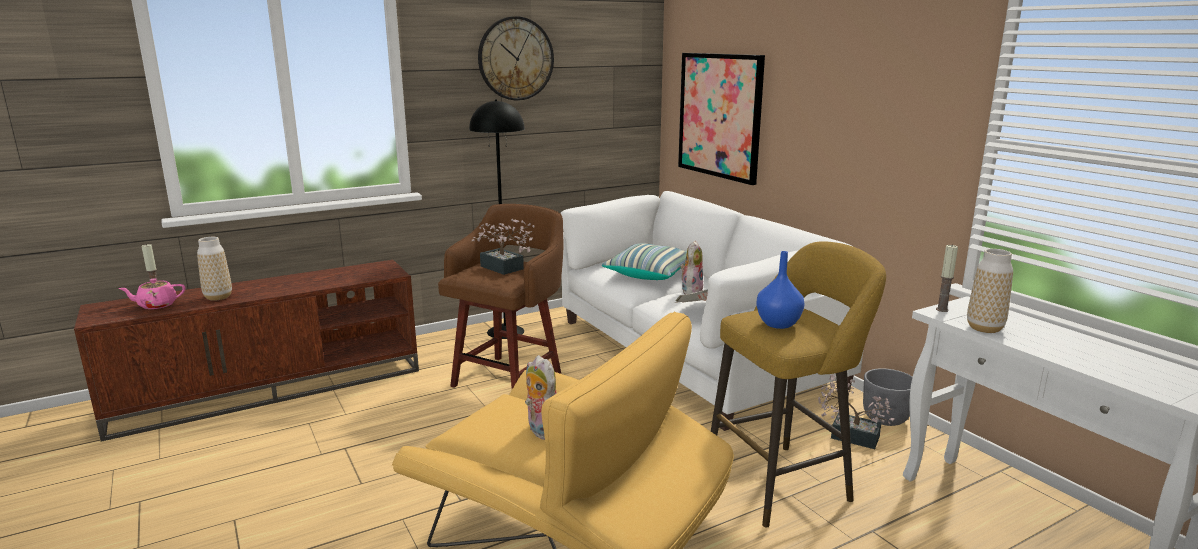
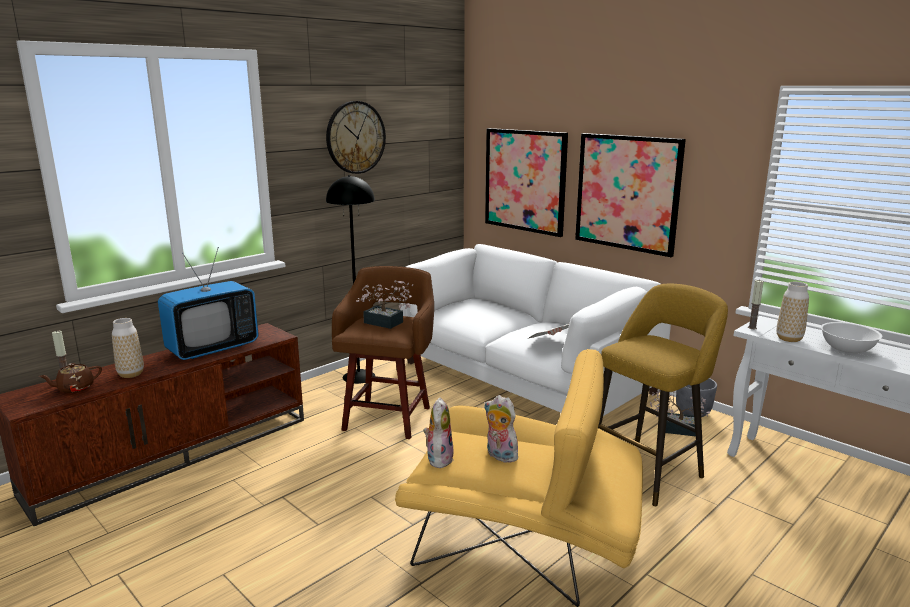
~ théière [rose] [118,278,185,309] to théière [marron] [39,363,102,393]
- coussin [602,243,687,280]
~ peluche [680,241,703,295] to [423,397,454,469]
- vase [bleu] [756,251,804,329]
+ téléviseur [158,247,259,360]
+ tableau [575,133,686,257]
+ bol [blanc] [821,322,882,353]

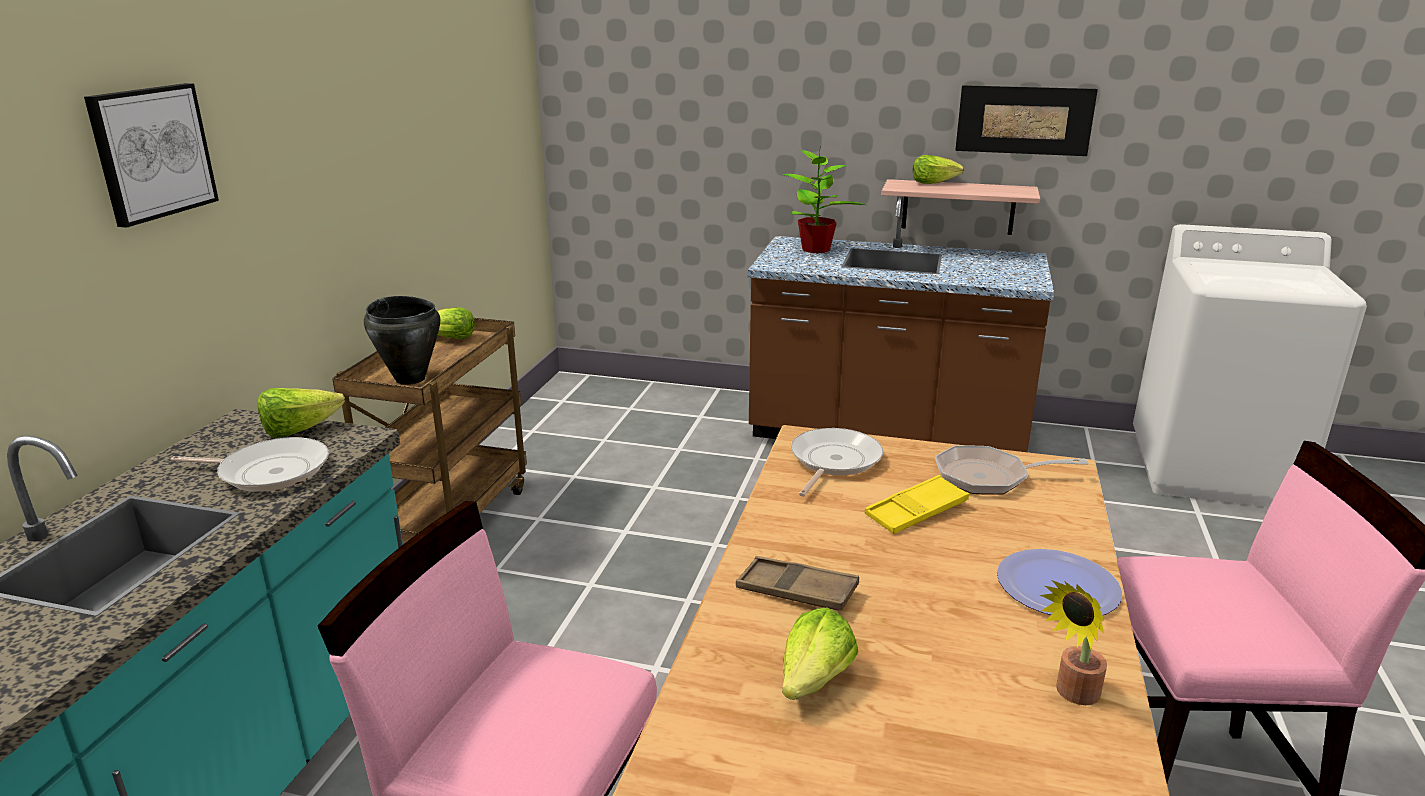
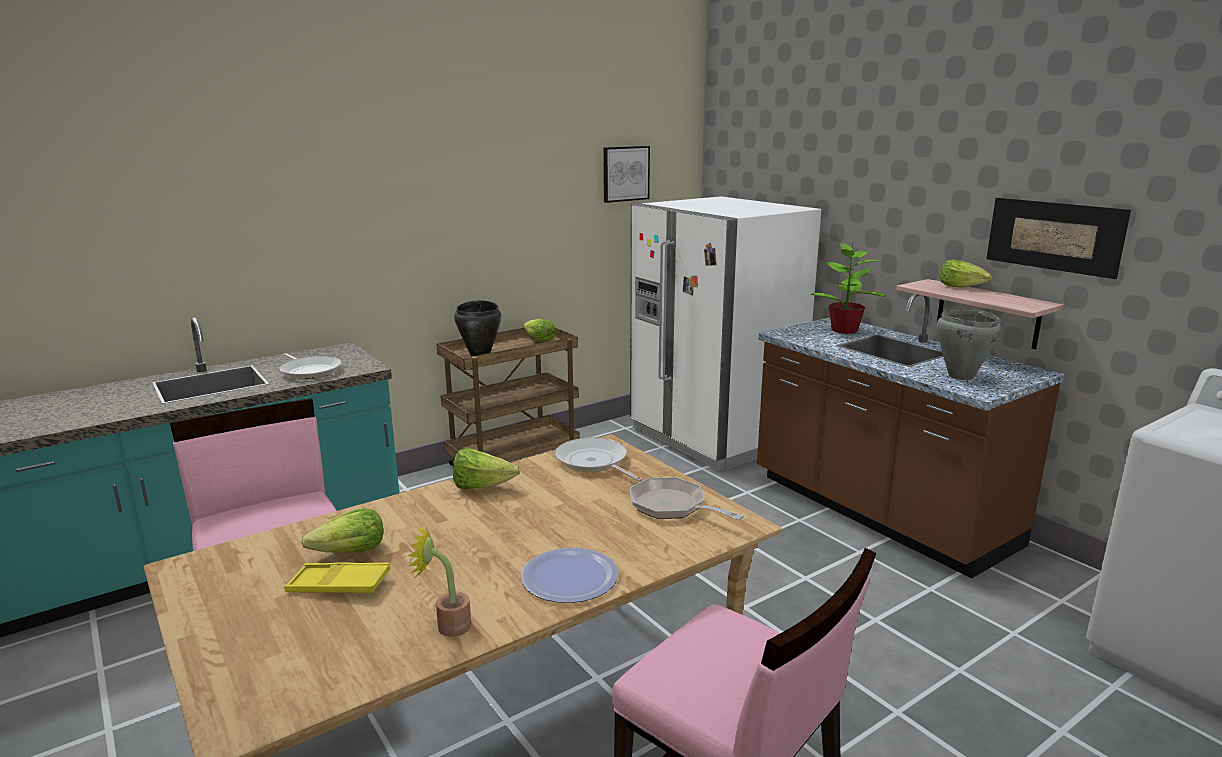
~ tableau [84,83,219,228] to [603,146,650,203]
~ laitue [257,388,345,438] to [453,448,520,489]
- plateau [marron] [736,556,859,611]
~ poêle [791,428,883,497] = [555,437,643,482] 105 degrees counterclockwise
~ plateau [jaune] [865,475,969,534] to [284,562,390,593]
+ réfrigérateur [blanc] [630,196,821,471]
+ marmite [gris] [937,310,1001,380]

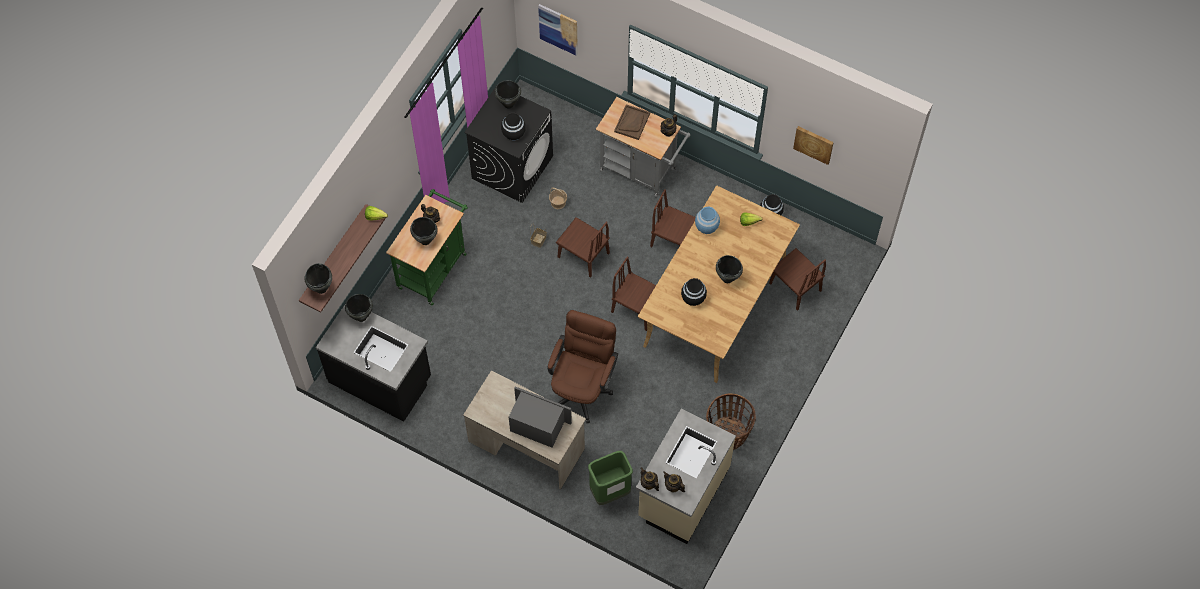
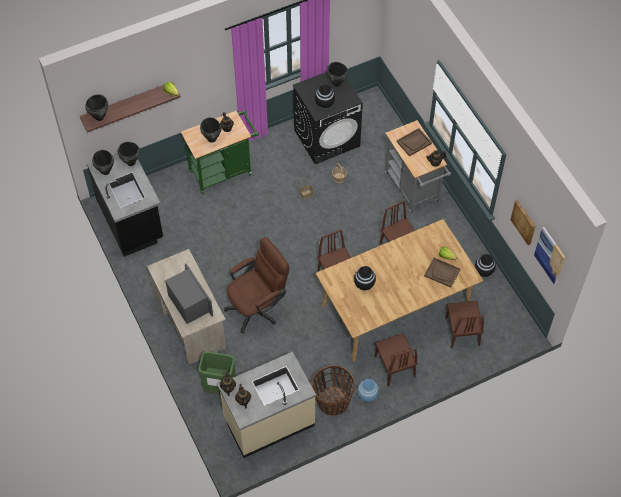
~ tableau [538,4,578,56] to [534,227,565,285]
~ chaise [marron] [556,217,610,278] to [375,333,418,386]
~ vase [bleu] [695,207,720,234] to [357,379,379,402]
~ marmite [noir] [716,255,743,283] to [92,150,114,175]
+ plateau [marron] [424,257,460,288]

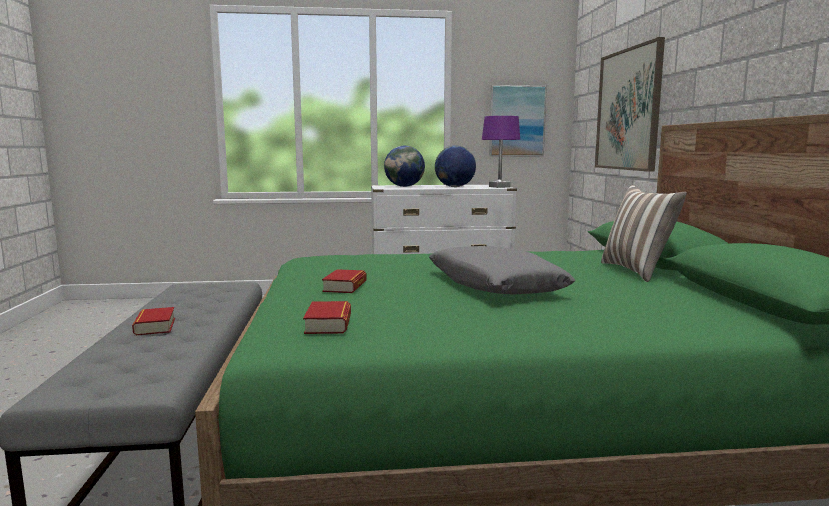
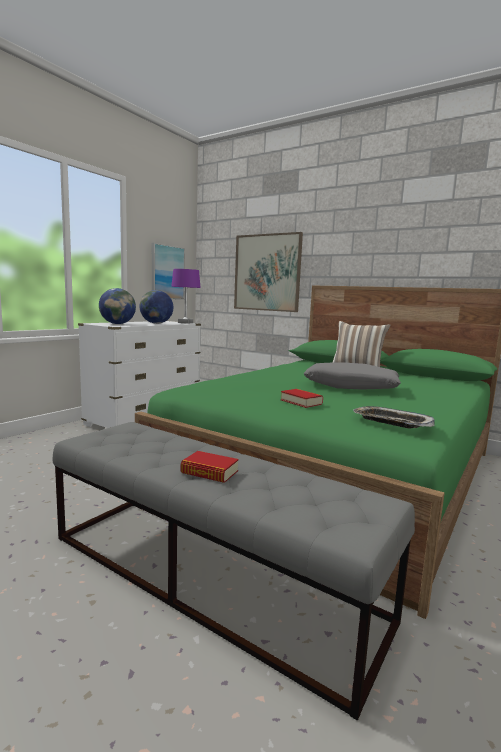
~ livre [303,301,351,334] to plateau [353,406,435,428]

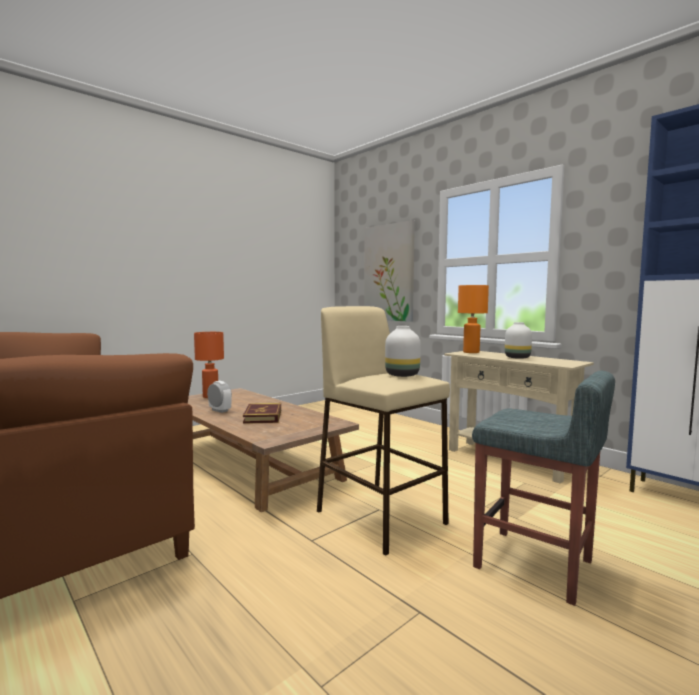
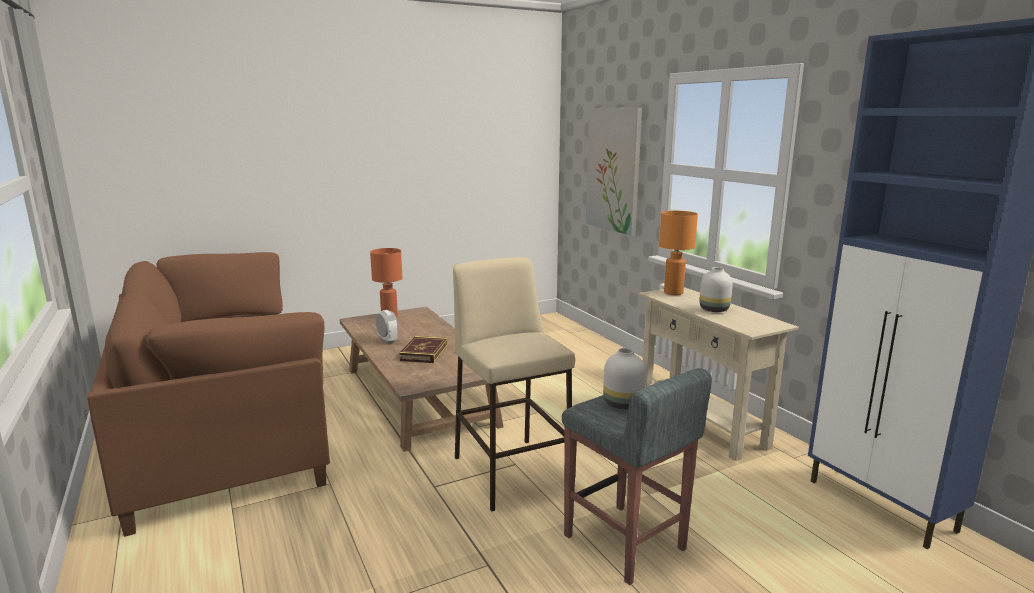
~ vase [blanc] [385,326,421,377] to [603,348,646,409]

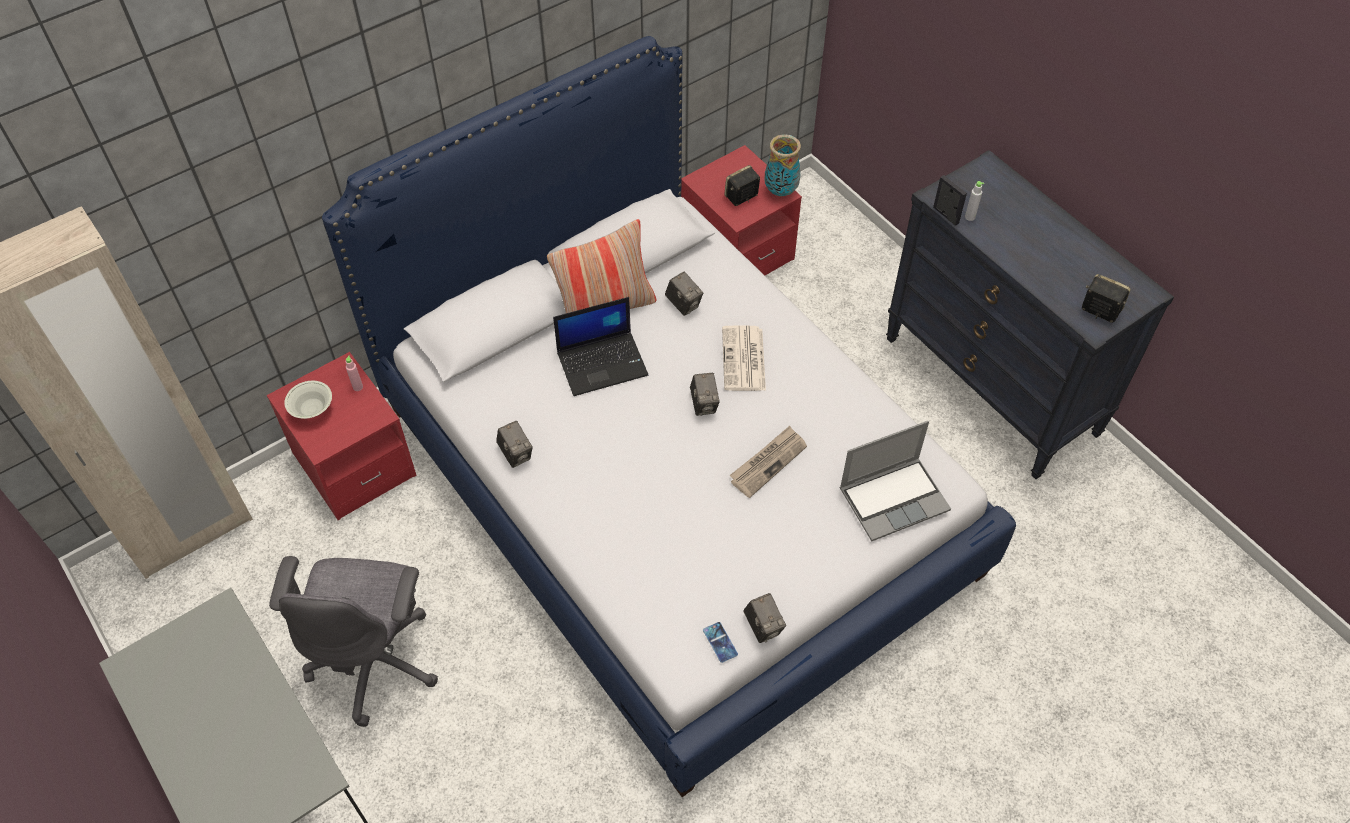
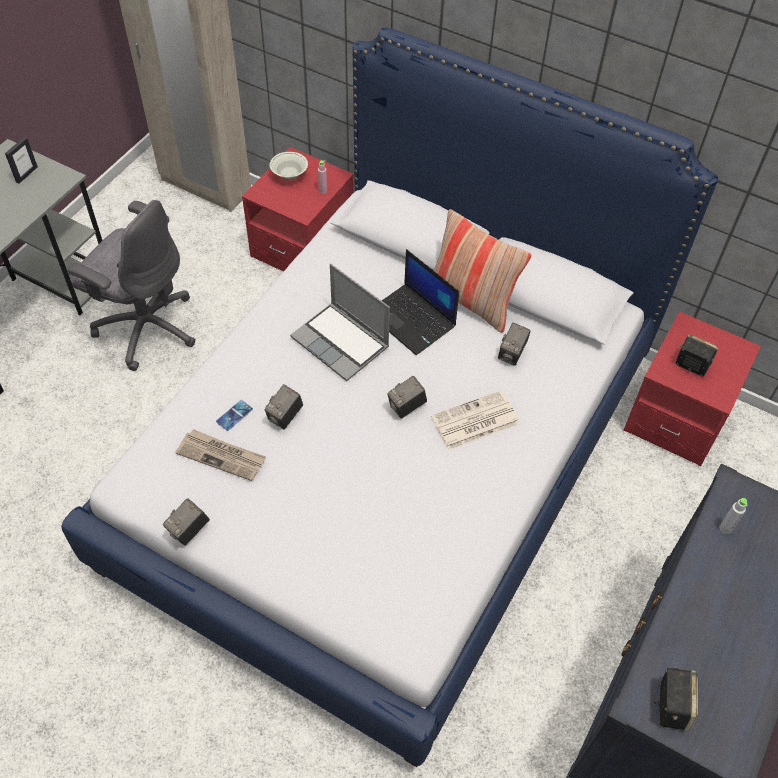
~ chaise de bureau [gris] [269,556,438,727] = [68,200,196,371] 135 degrees counterclockwise
~ appareil photo [496,421,533,468] to [265,384,303,430]
~ téléphone [703,622,738,663] to [216,400,253,431]
~ journal [729,426,807,498] to [175,429,266,481]
- vase [764,135,801,196]
~ ordinateur portable [840,421,951,541] to [290,264,390,381]
~ cadre photo [933,175,967,225] to [5,137,38,184]

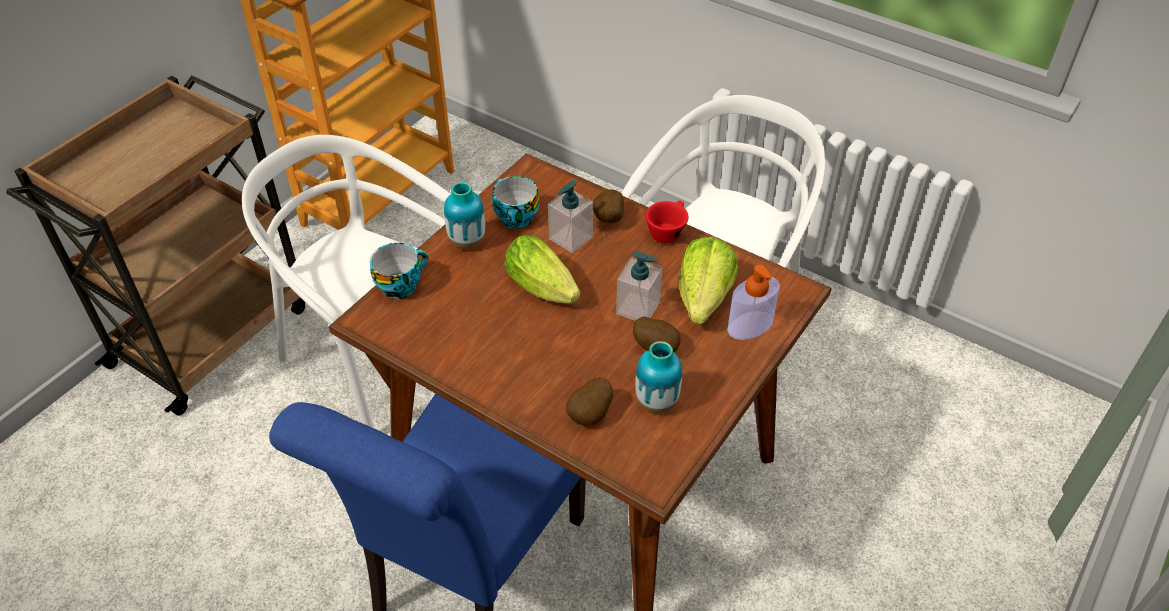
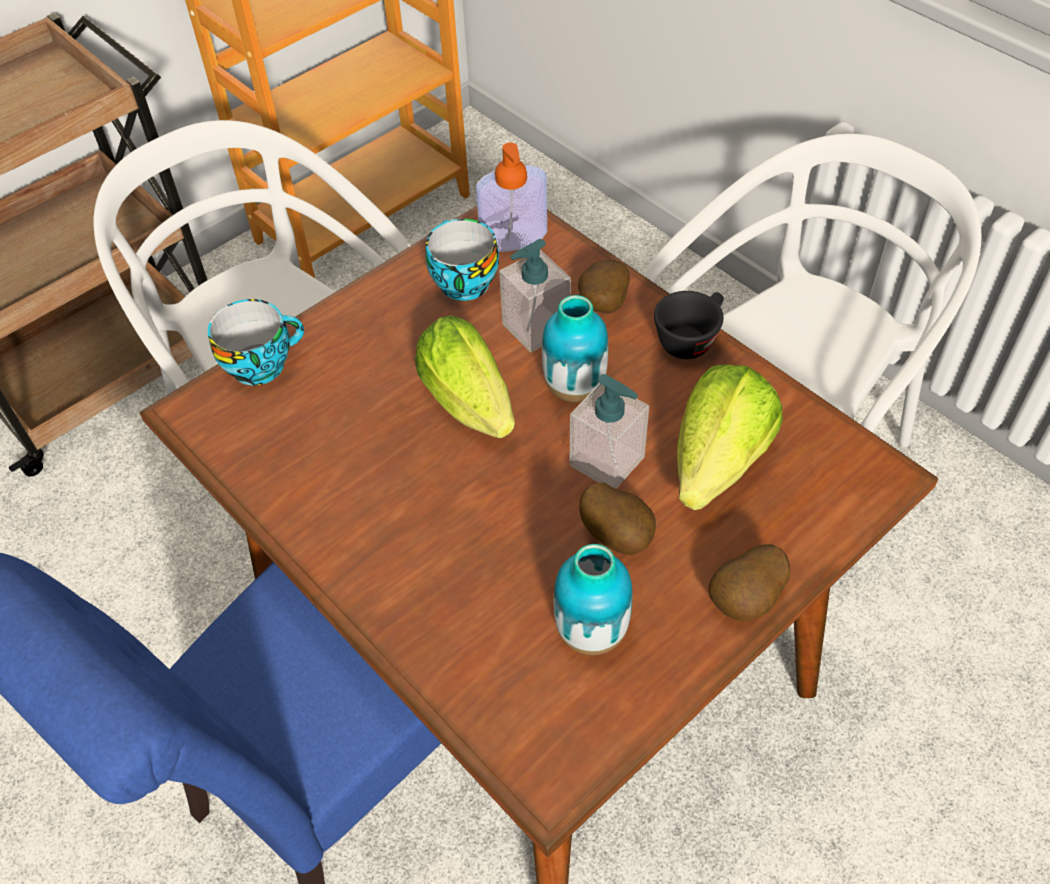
~ vase [444,182,485,249] to [542,295,608,402]
~ pomme de terre [566,377,613,426] to [708,544,790,621]
~ tasse [rouge] [646,200,688,243] to tasse [noir] [654,291,724,359]
~ distributeur de savon [727,265,780,340] to [476,142,547,252]

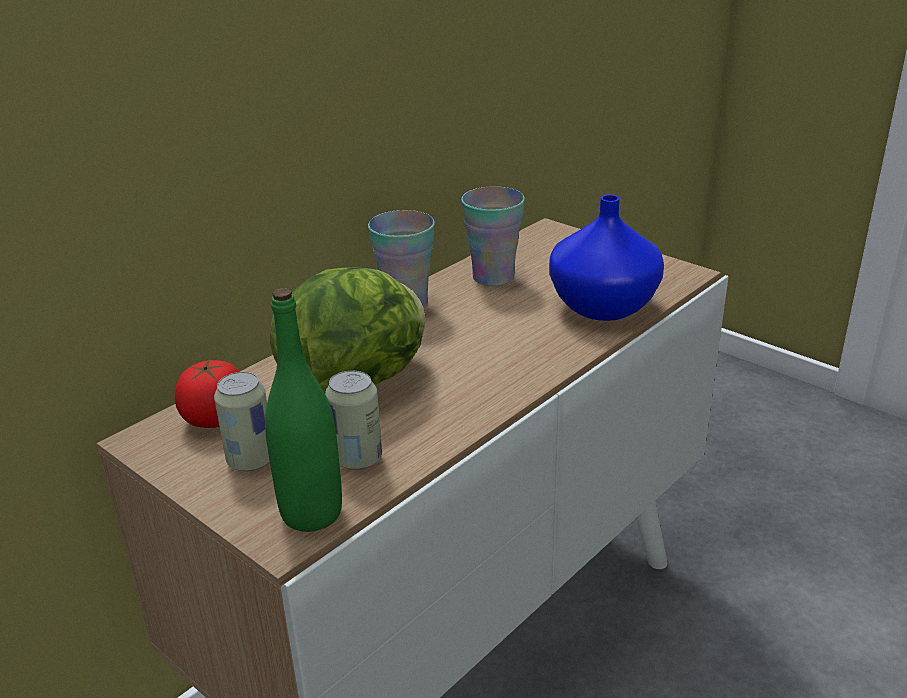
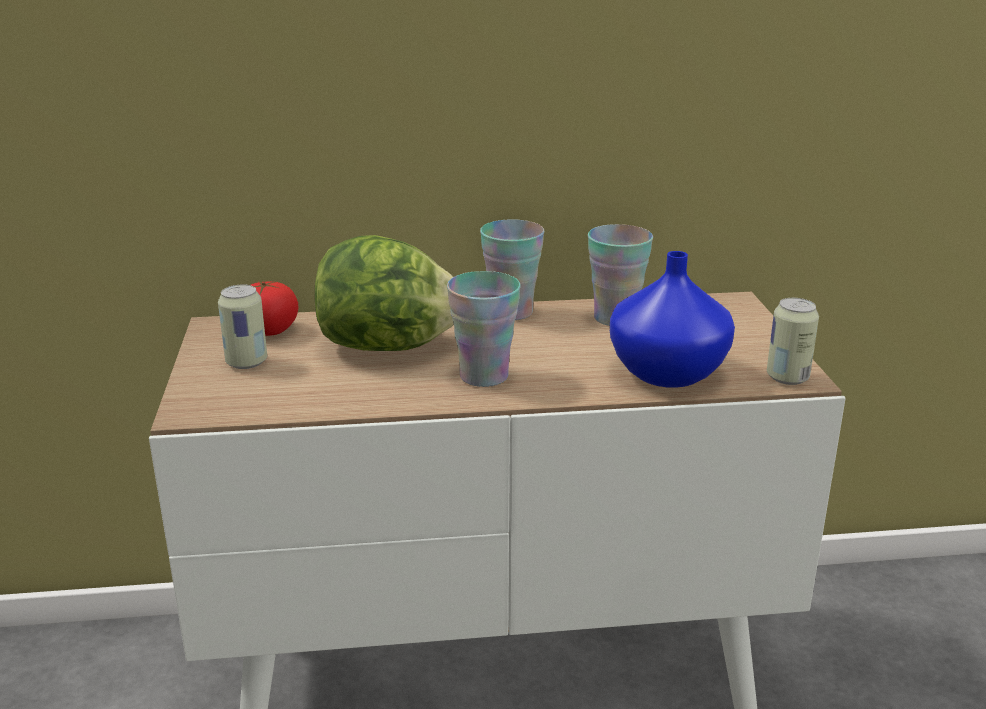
- bouteille [vert] [265,288,342,532]
~ boîte métallique [325,371,382,470] to [767,298,819,385]
+ tasse [447,271,521,387]

